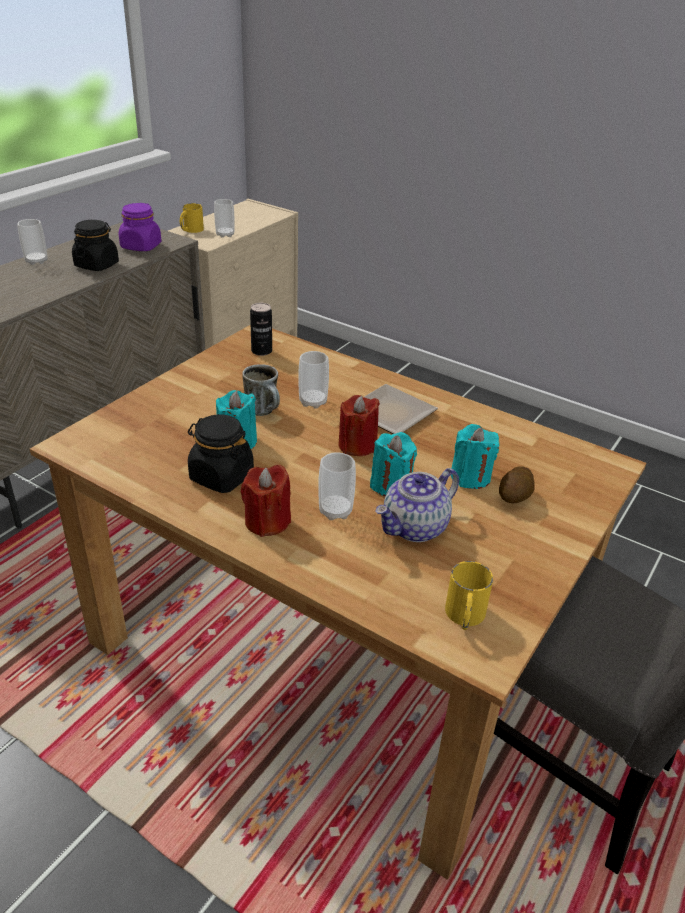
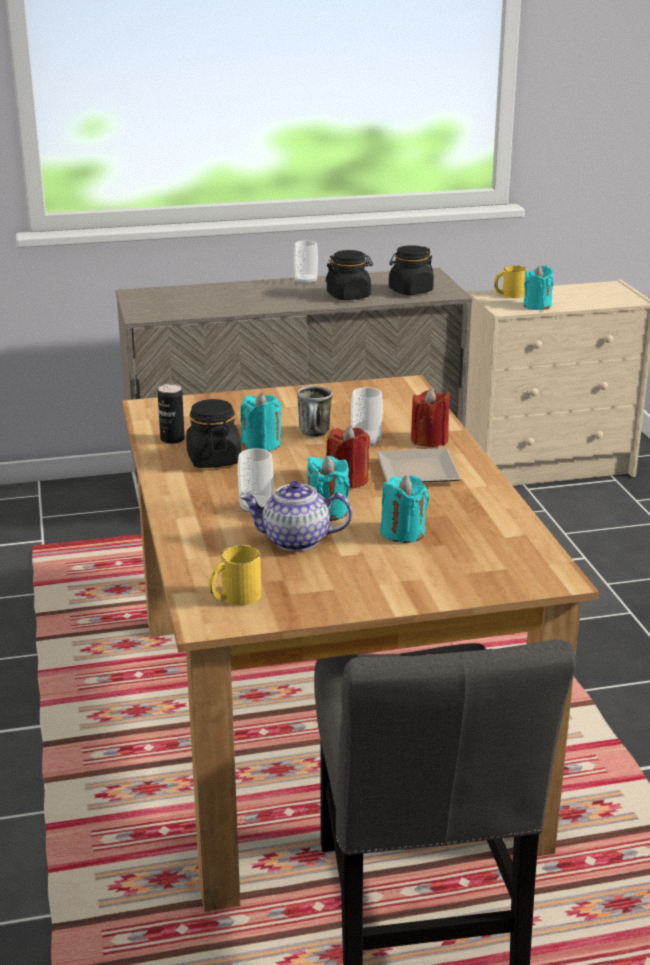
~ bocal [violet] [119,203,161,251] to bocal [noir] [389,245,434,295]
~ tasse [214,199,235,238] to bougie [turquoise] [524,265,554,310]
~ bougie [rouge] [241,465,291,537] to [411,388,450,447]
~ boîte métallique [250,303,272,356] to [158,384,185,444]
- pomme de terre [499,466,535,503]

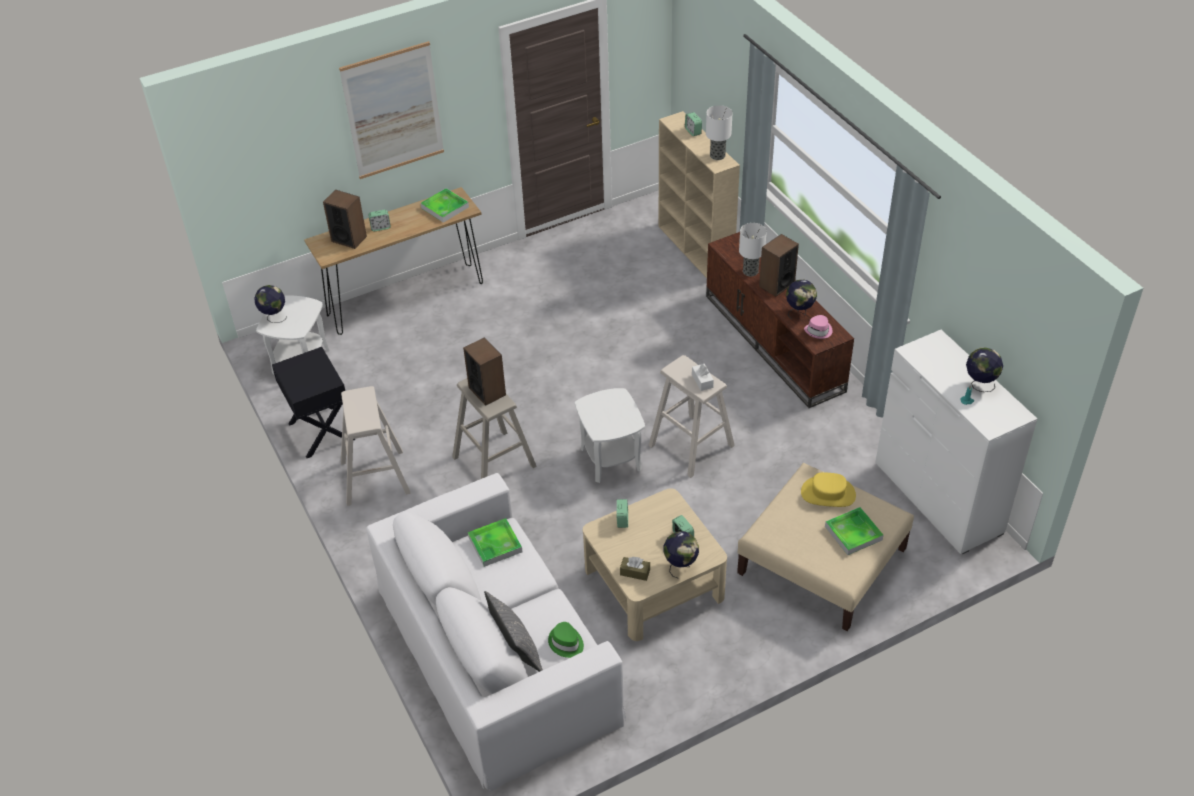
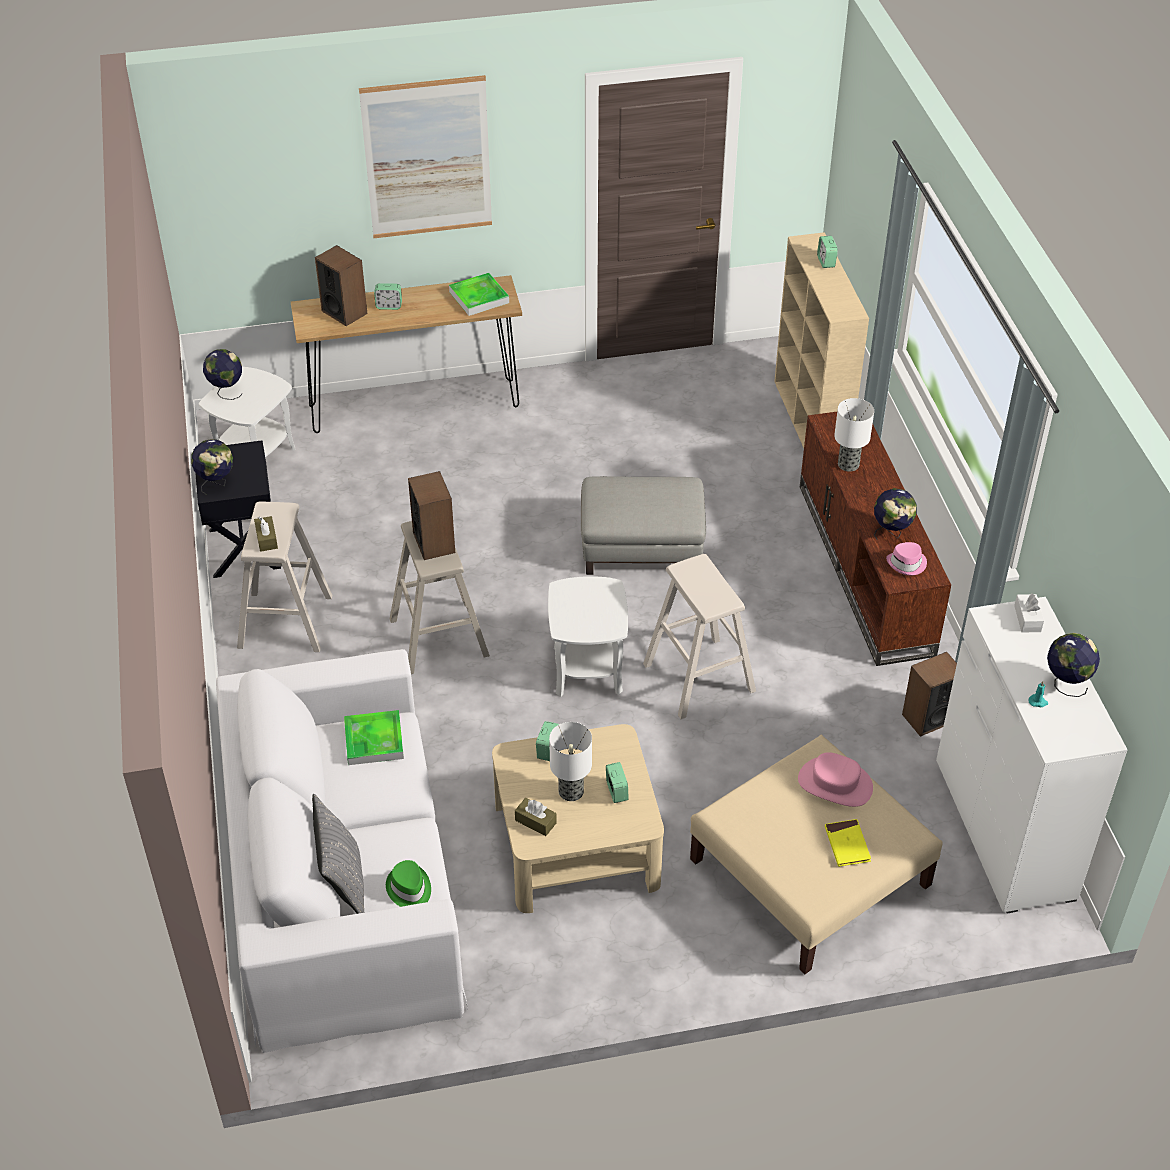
~ globe [664,531,699,578] to [191,439,233,494]
~ boîte à mouchoirs [blanc] [692,364,714,391] to [1014,593,1044,633]
~ lampe de table [706,105,732,160] to [549,722,592,801]
~ enceinte [759,234,799,297] to [902,652,957,737]
~ chapeau [jaune] [801,472,856,507] to chapeau [rose] [798,752,873,807]
~ plateau [825,507,884,555] to livre [jaune] [825,819,871,867]
+ boîte à mouchoirs [marron] [254,516,278,552]
+ pouf [gris] [581,476,706,575]

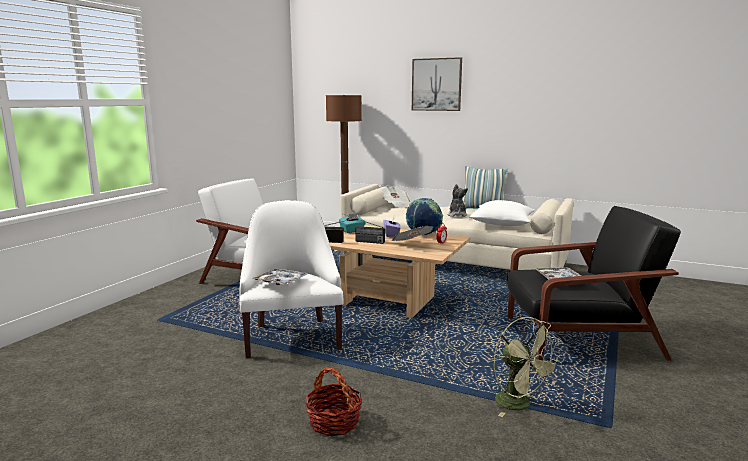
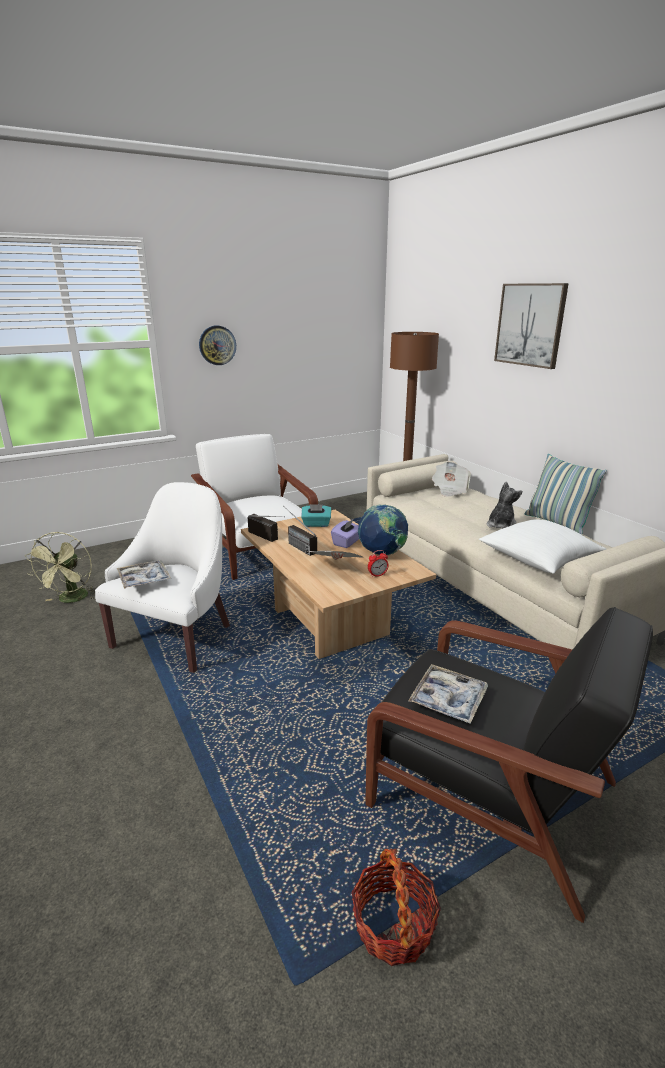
~ panier [306,367,362,436] to [351,849,441,966]
~ ventilateur [vert] [494,317,562,417] to [25,532,95,603]
+ horloge murale [199,326,236,365]

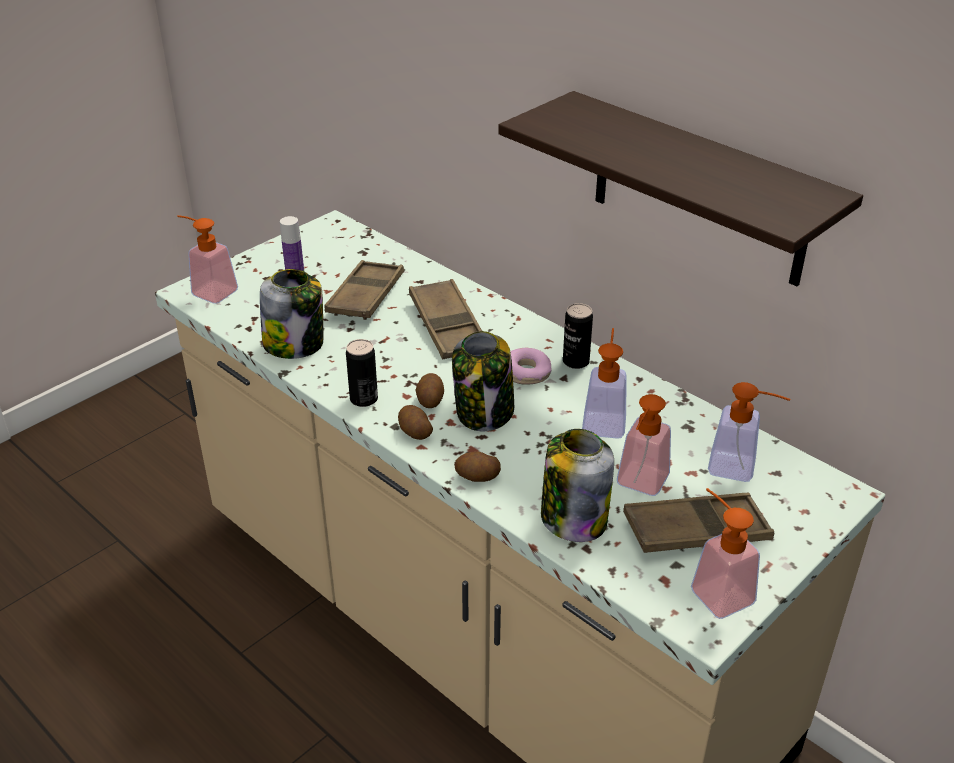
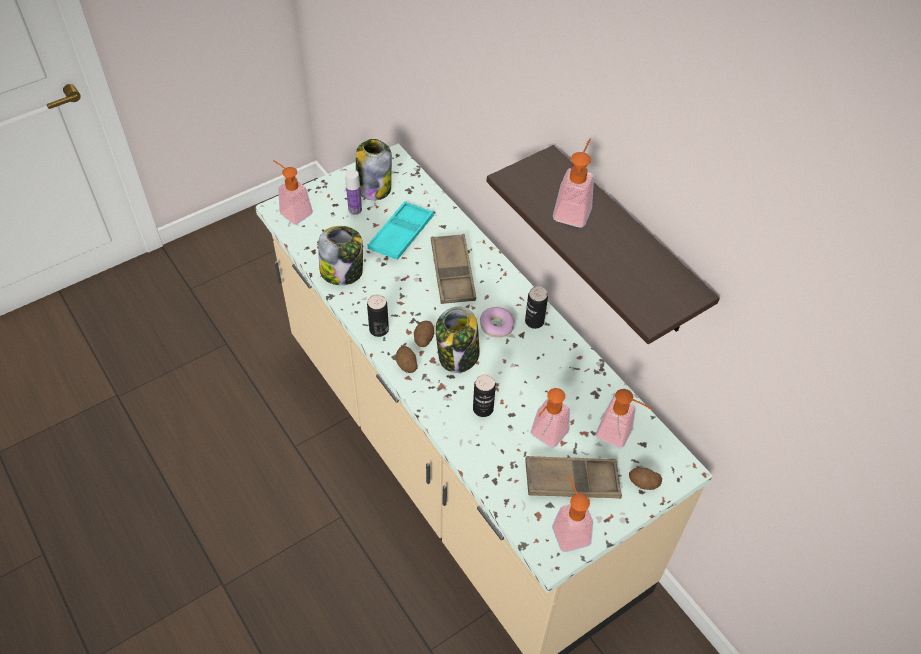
~ plateau [marron] [324,260,404,320] to plateau [turquoise] [368,201,434,260]
~ pomme de terre [454,451,501,482] to [629,467,662,490]
~ bocal [541,429,614,542] to [356,139,392,200]
~ distributeur de savon [582,328,627,439] to [553,138,594,228]
+ boîte métallique [473,374,496,417]

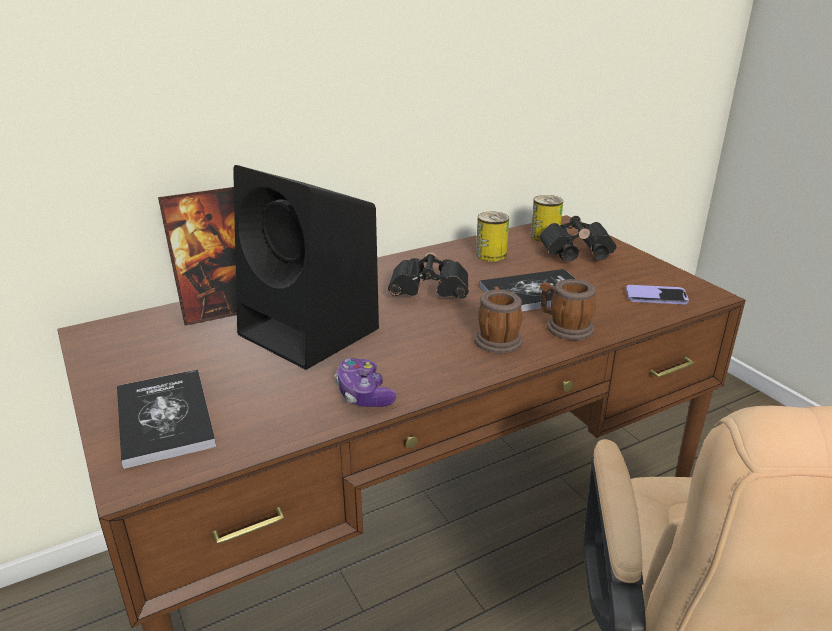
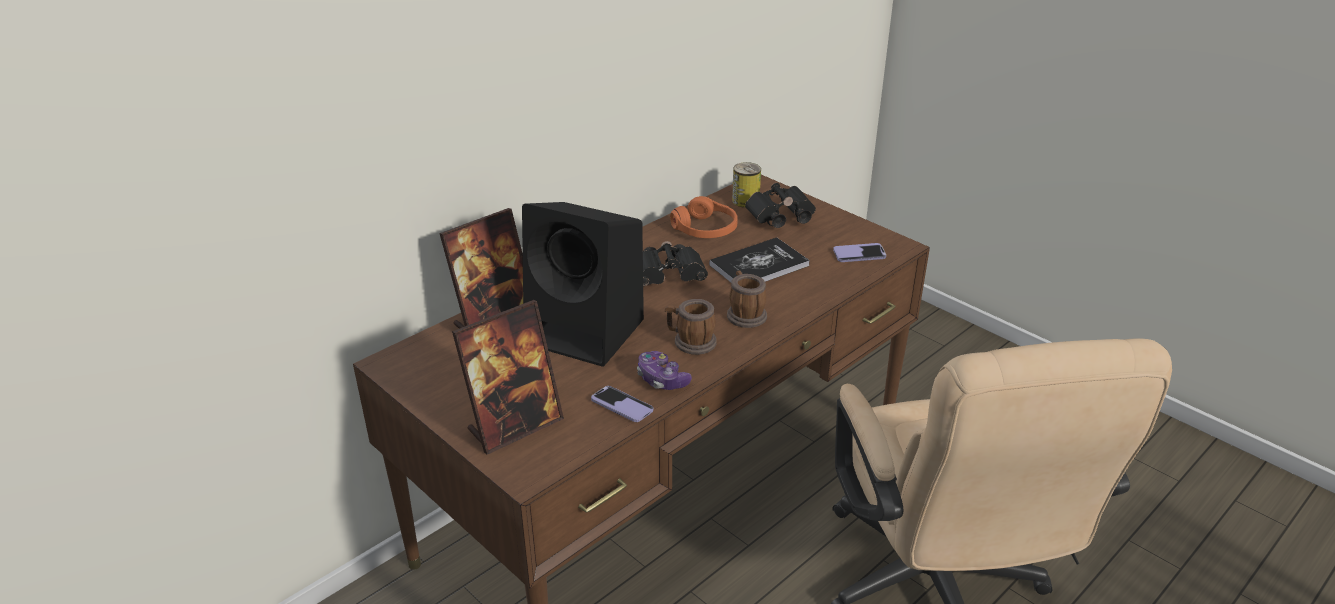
~ livre [117,369,216,469] to cadre photo [452,300,564,454]
~ boîte métallique [476,211,509,262] to casque audio [orange] [670,196,738,238]
~ mug [540,279,596,340] to [665,299,717,355]
+ téléphone [591,386,653,422]

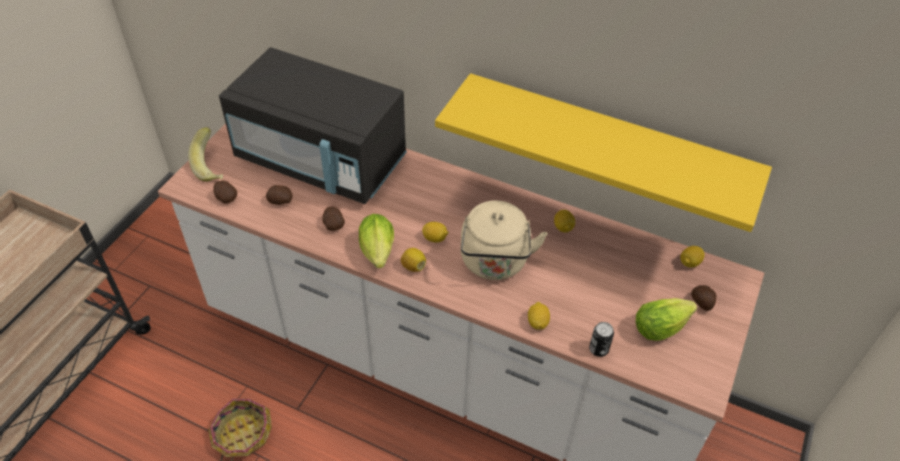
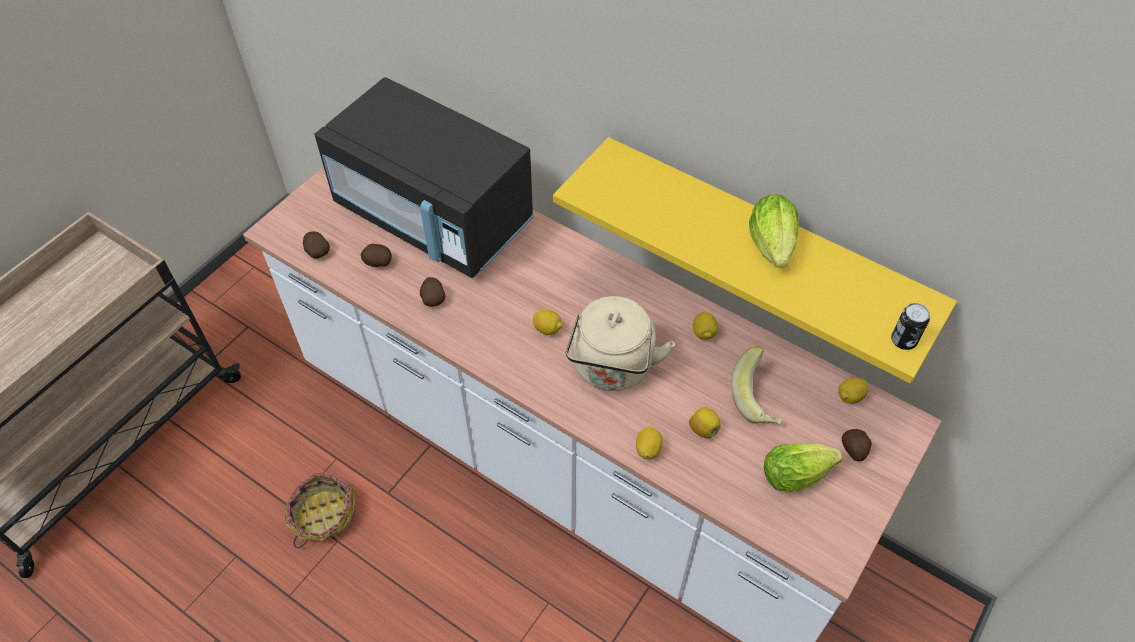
~ banane [188,127,223,182] to [731,346,782,425]
~ laitue [359,214,394,268] to [749,194,799,268]
~ citron [401,248,426,272] to [689,407,721,438]
~ boîte métallique [589,322,614,357] to [891,303,930,350]

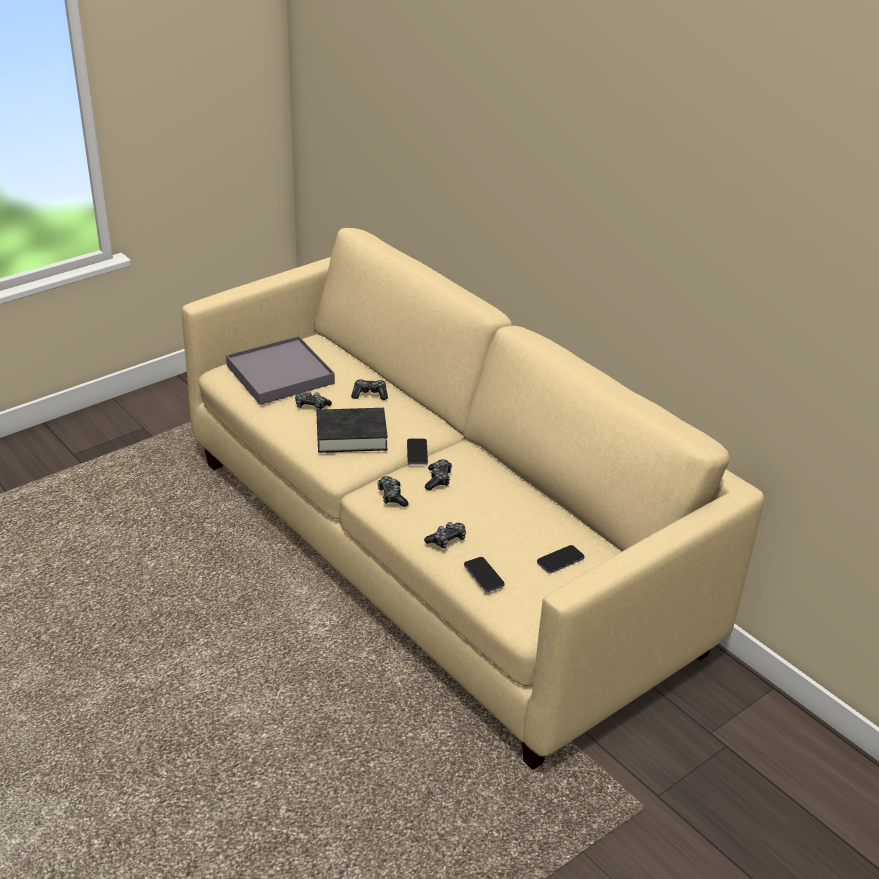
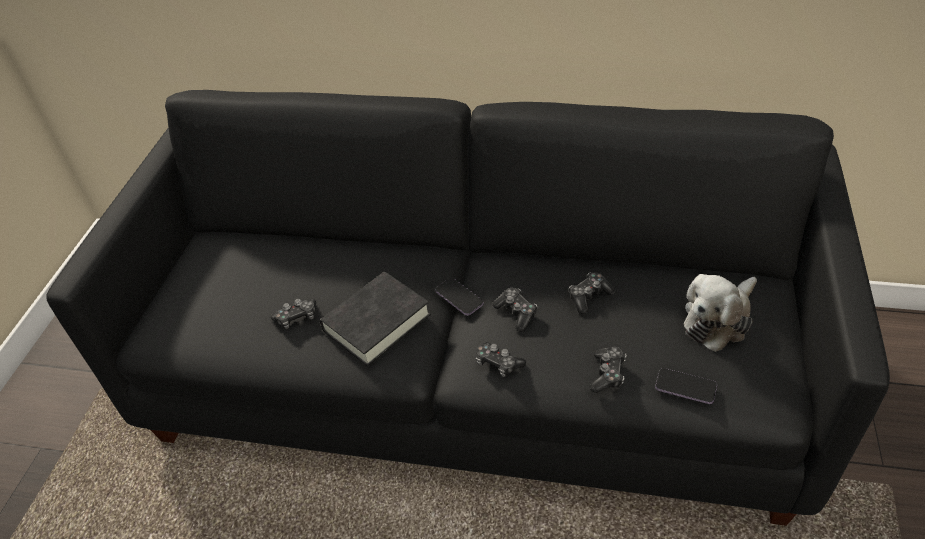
~ canapé [beige] [182,228,764,770] to canapé [noir] [46,90,890,526]
- plateau [gris] [226,336,335,405]
~ manette [351,379,388,400] to [569,272,615,314]
~ téléphone [537,545,584,573] to peluche [684,274,757,352]

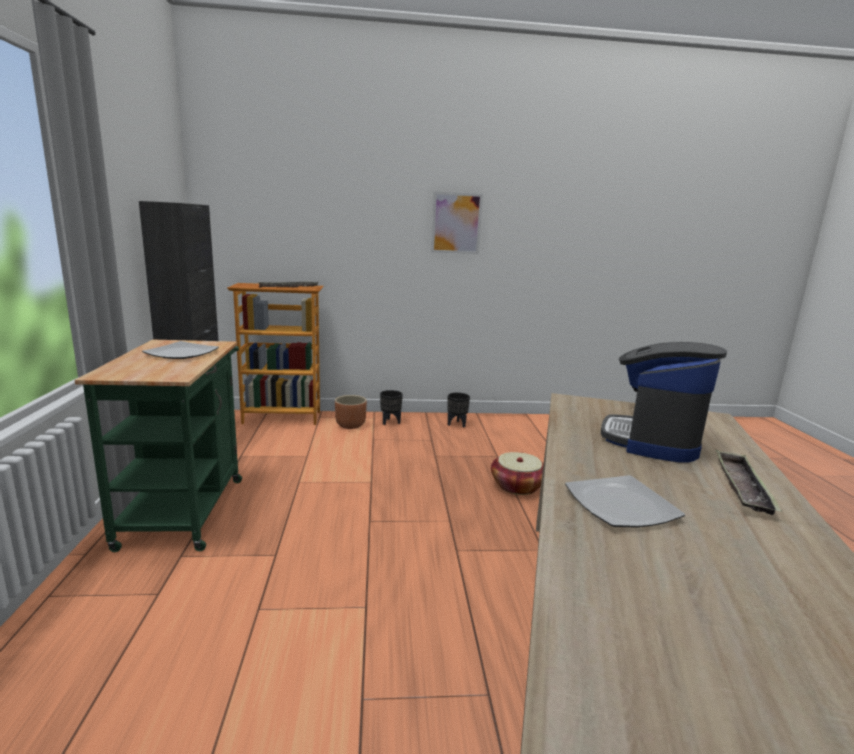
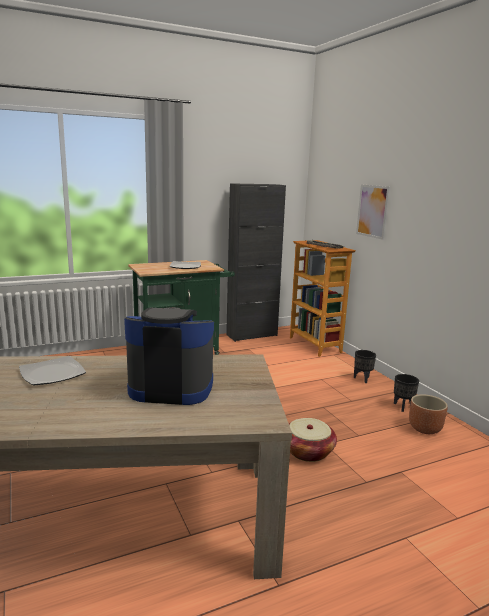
~ cache-pot [marron] [335,395,367,429] to [409,394,448,434]
~ tableau [431,191,483,254] to [356,185,390,240]
- plateau [715,449,782,515]

